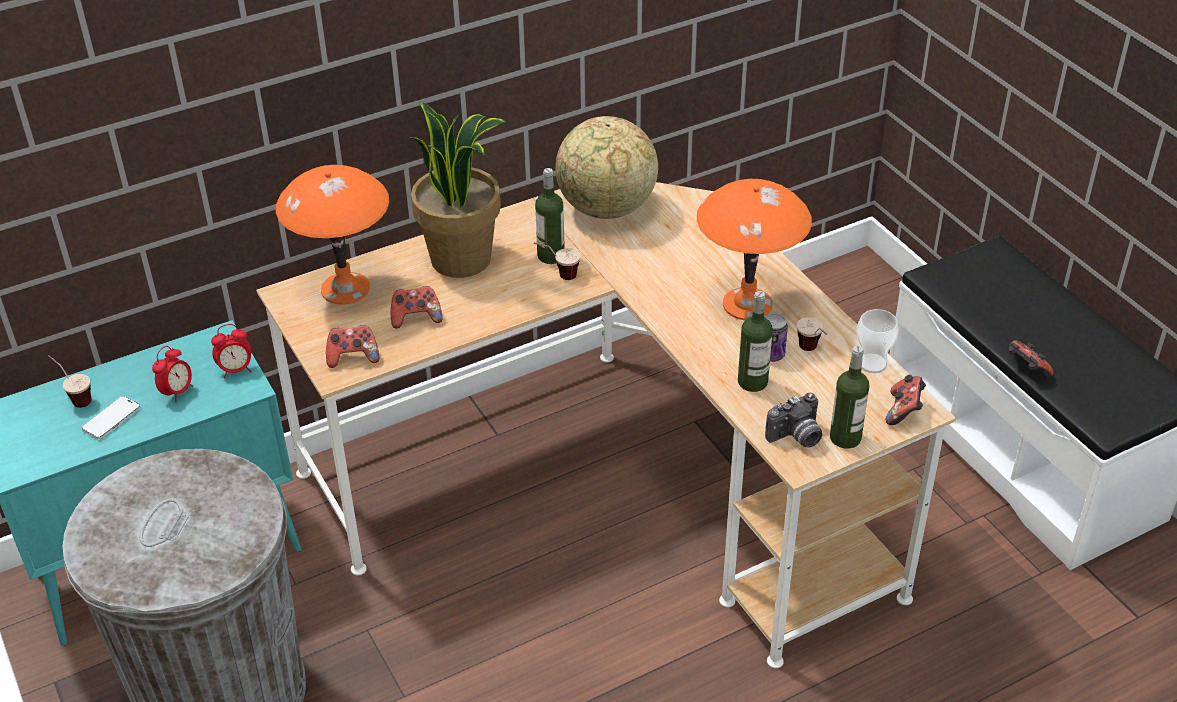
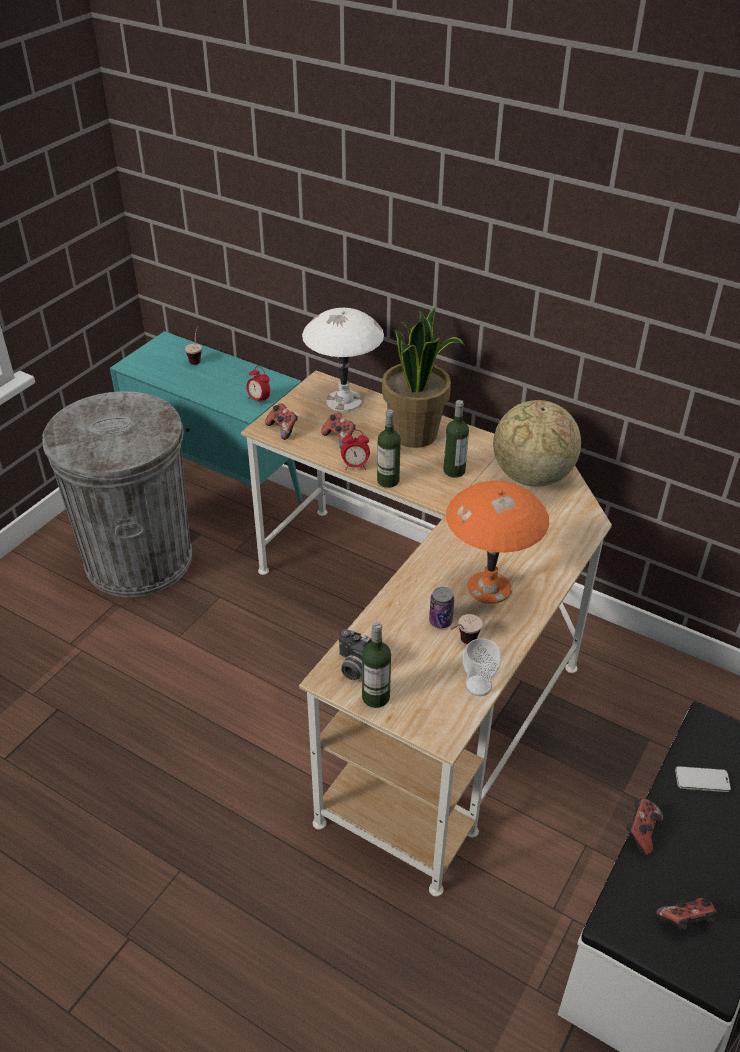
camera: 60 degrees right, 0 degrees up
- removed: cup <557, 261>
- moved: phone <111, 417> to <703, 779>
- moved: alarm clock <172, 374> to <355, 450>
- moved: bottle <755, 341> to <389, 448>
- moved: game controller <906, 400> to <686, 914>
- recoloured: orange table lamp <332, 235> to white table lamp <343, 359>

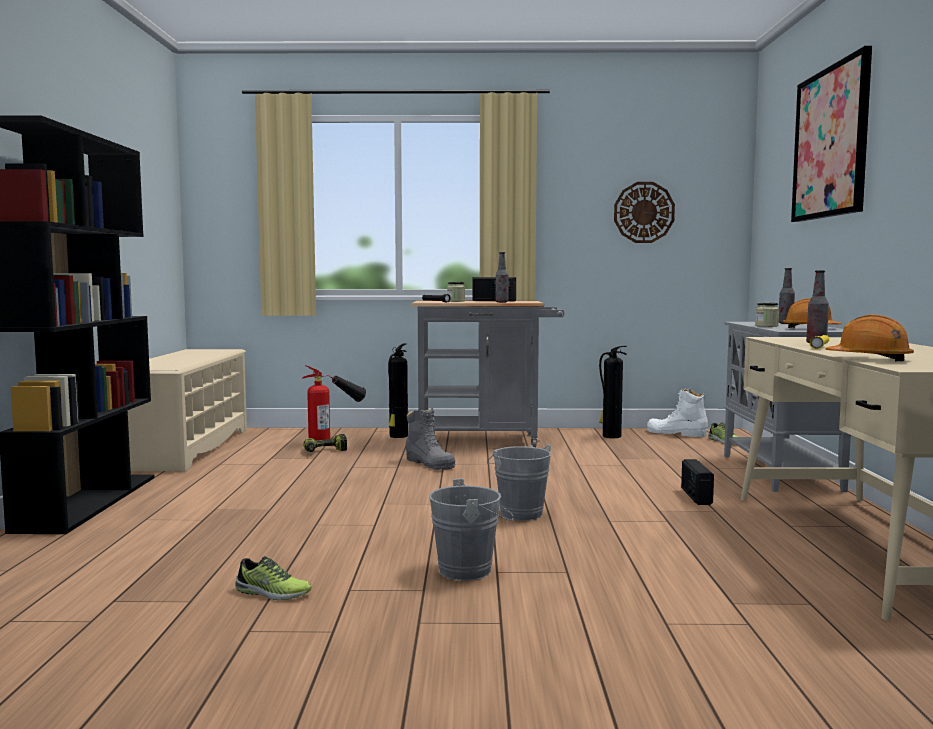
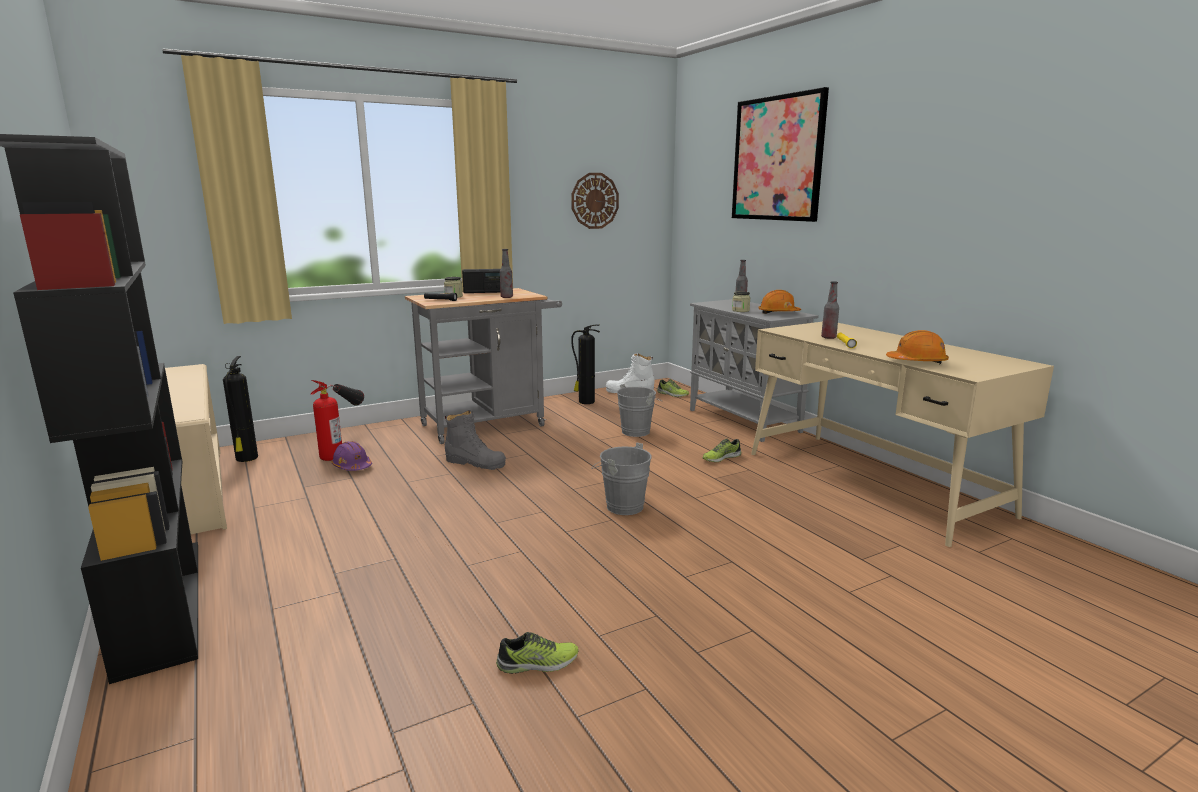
camera: 30 degrees left, 10 degrees up
- moved: fire extinguisher <398, 390> to <240, 409>
- moved: grey bucket <471, 530> to <639, 410>
- replaced: power drill <325, 443> to purple hard hat <352, 456>
- replaced: radio <697, 482> to shoe <722, 450>

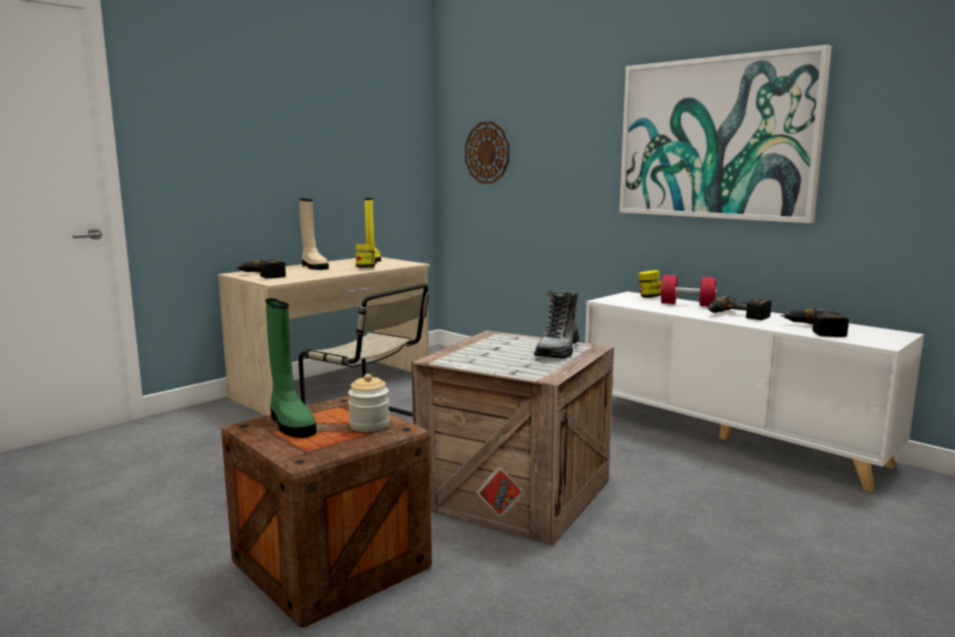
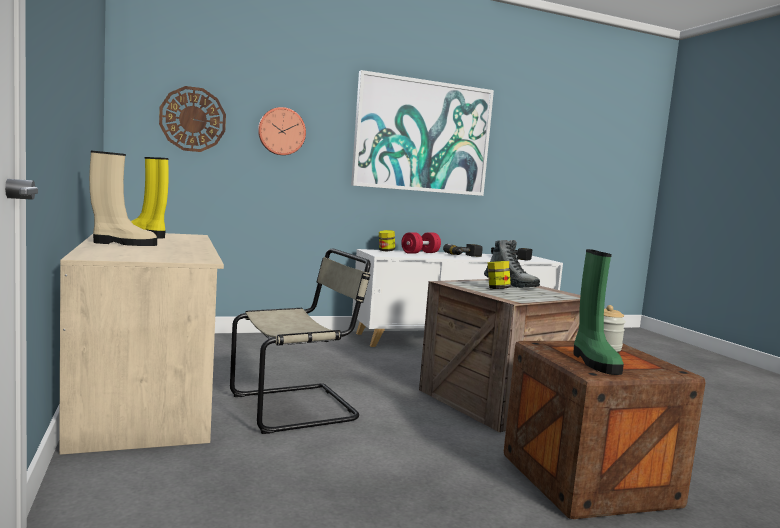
camera: 65 degrees left, 5 degrees down
- removed: power drill <260, 269>
- added: wall clock <282, 131>
- moved: jar <365, 256> to <499, 275>
- turned: green boot <291, 368> = <598, 312> 90 degrees clockwise

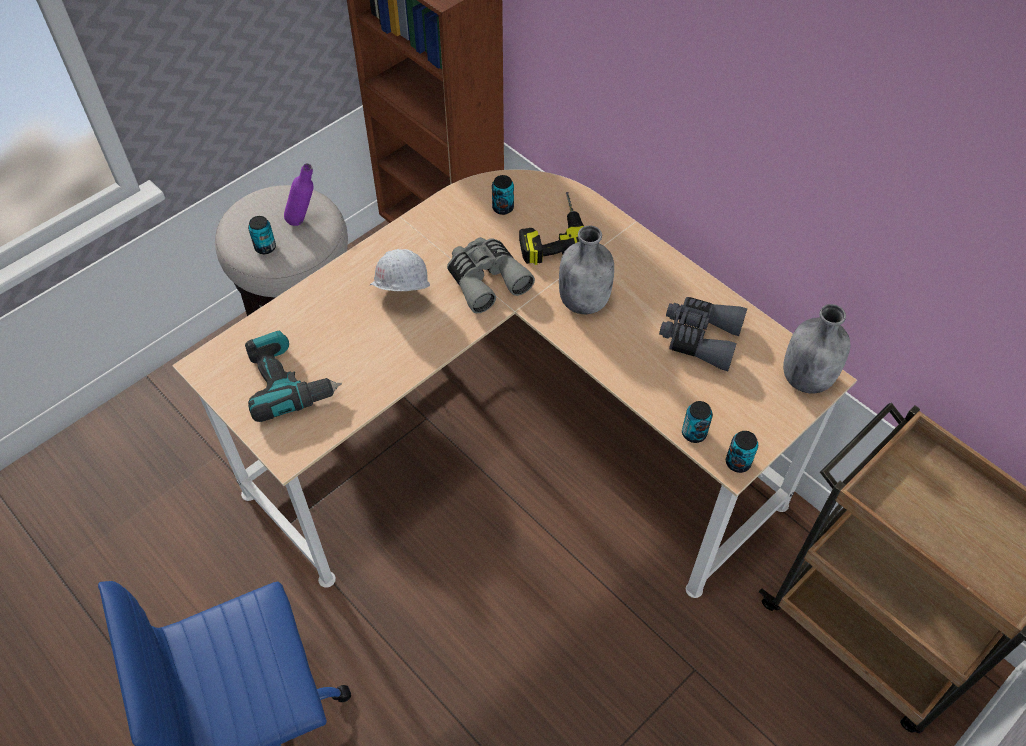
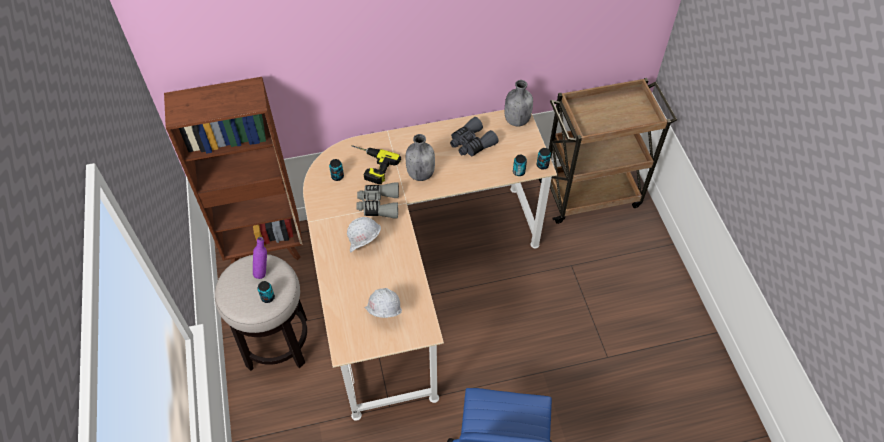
camera: 60 degrees left, 0 degrees up
- replaced: power drill <293, 376> to white hard hat <383, 303>

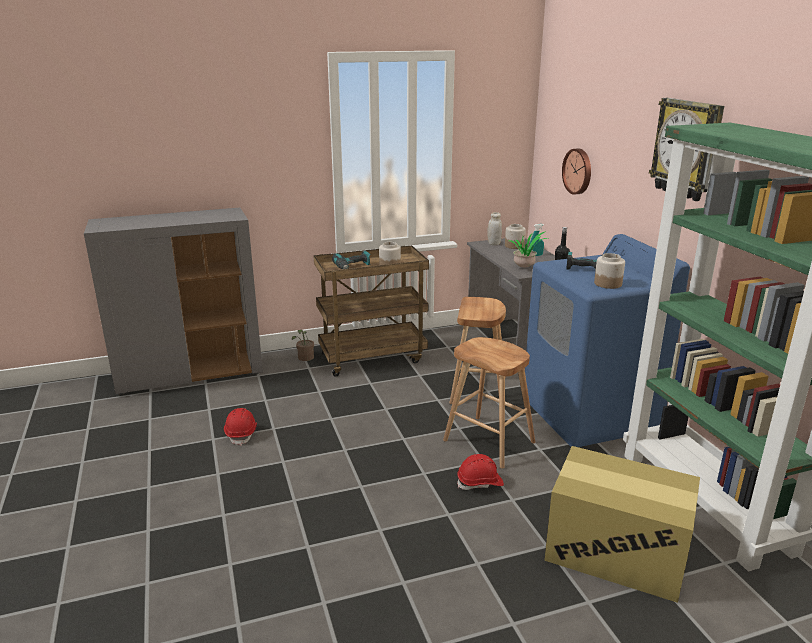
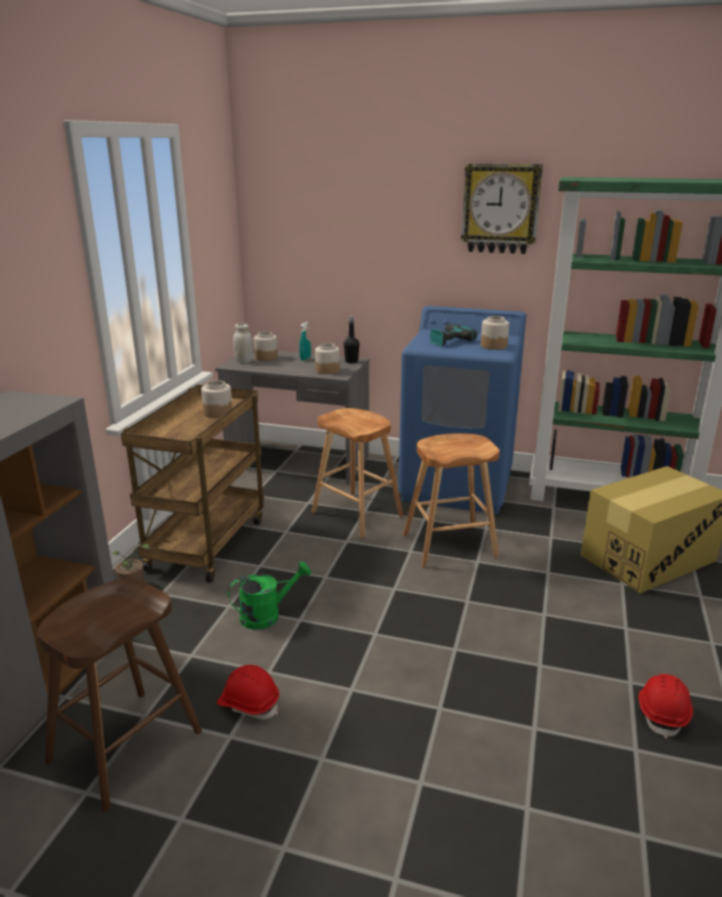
camera: 55 degrees left, 0 degrees up
- removed: power drill <351, 259>
- removed: wall clock <576, 172>
- added: brown stool <119, 695>
- added: green watering can <269, 595>
- moved: red hard hat <480, 472> to <666, 706>
- replaced: potted plant <528, 249> to jar <327, 358>

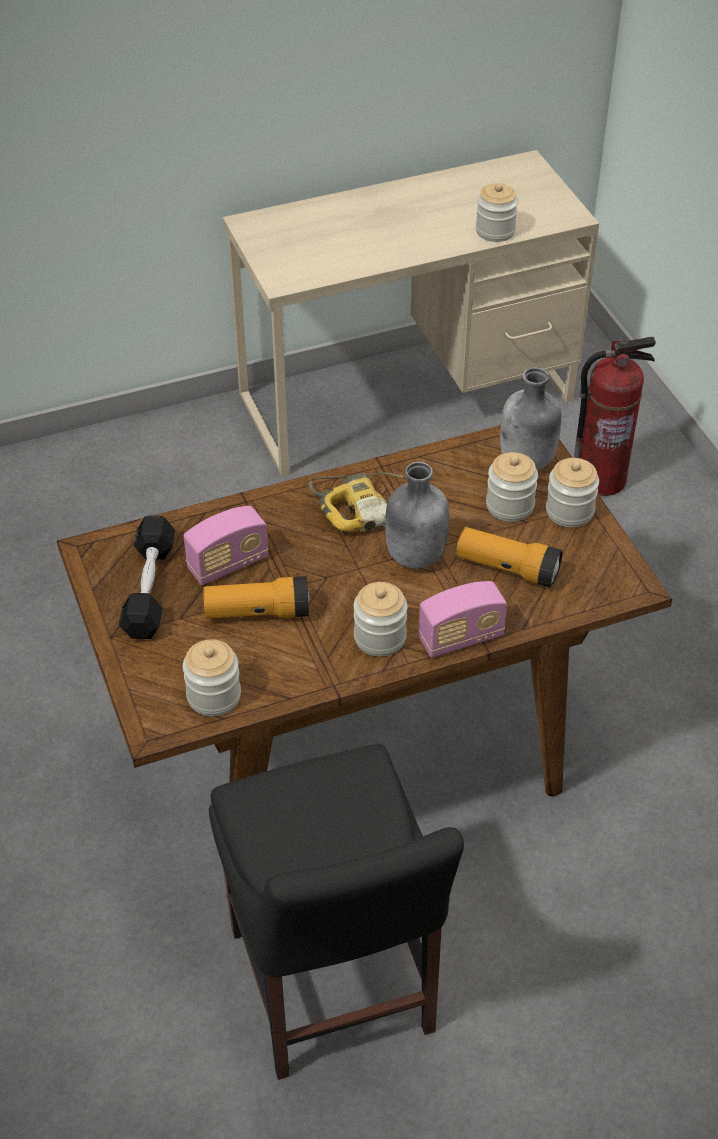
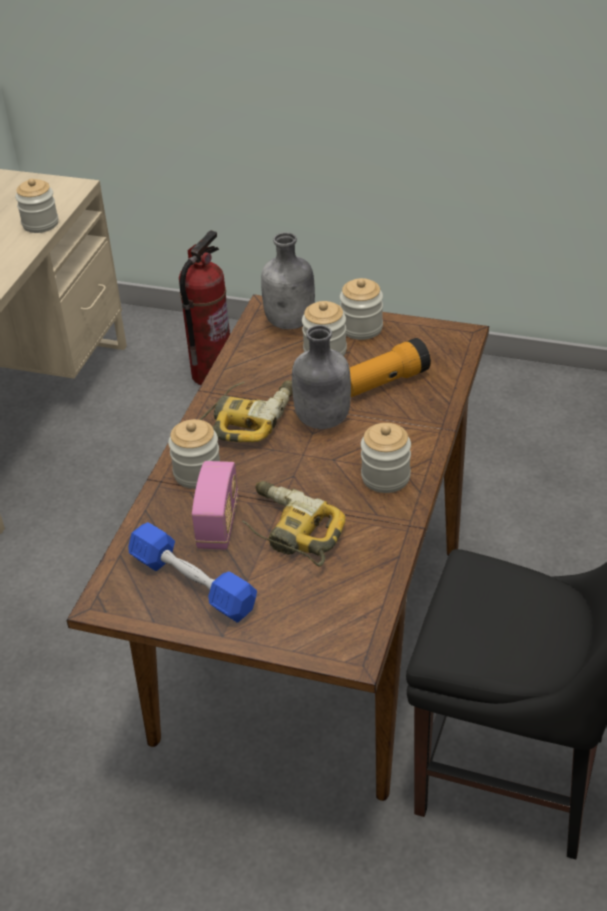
camera: 50 degrees left, 5 degrees down
- removed: radio <462, 619>
- moved: jar <212, 677> to <194, 454>
- replaced: flashlight <256, 597> to power drill <294, 524>
- recoloured: black dumbbell <147, 577> to blue dumbbell <192, 572>

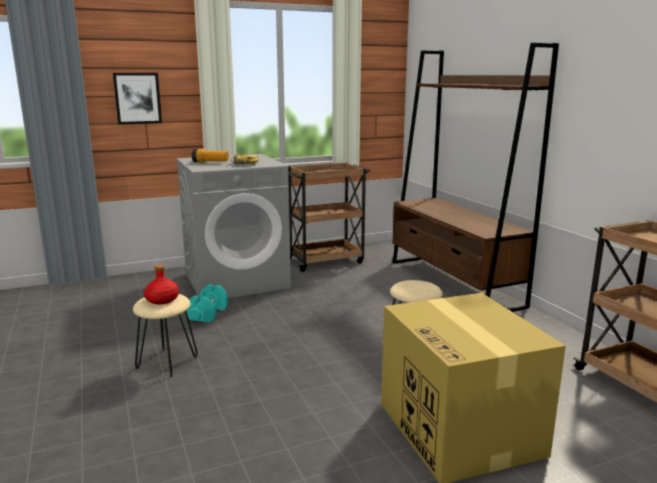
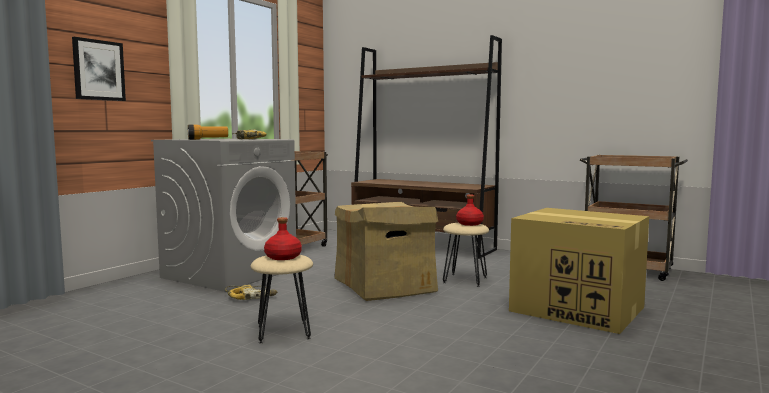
camera: 35 degrees left, 10 degrees down
- added: cardboard box <386, 251>
- added: red bottle <470, 210>
- replaced: turquoise dumbbell <207, 303> to power drill <251, 292>

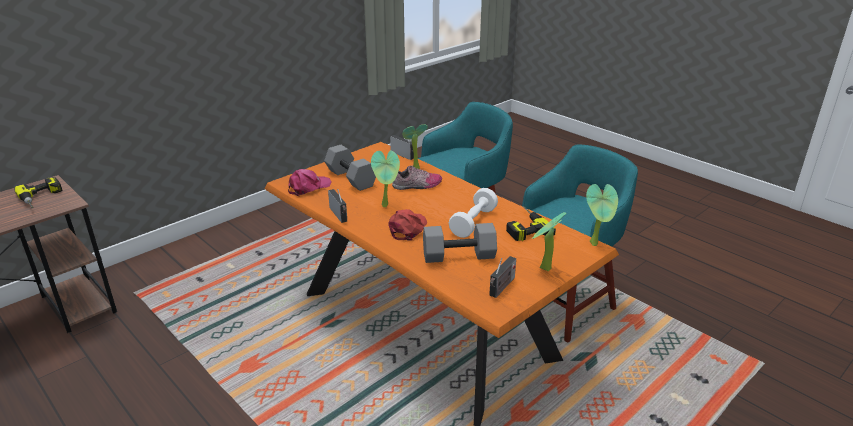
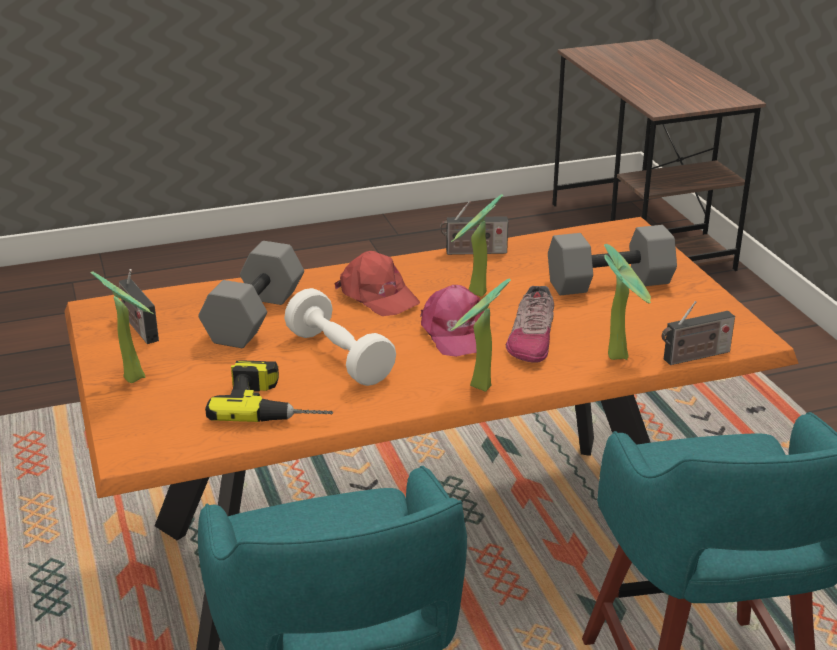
camera: 115 degrees right, 0 degrees up
- removed: power drill <38, 192>
- moved: pink cap <309, 182> to <452, 321>
- moved: potted plant <602, 215> to <481, 334>

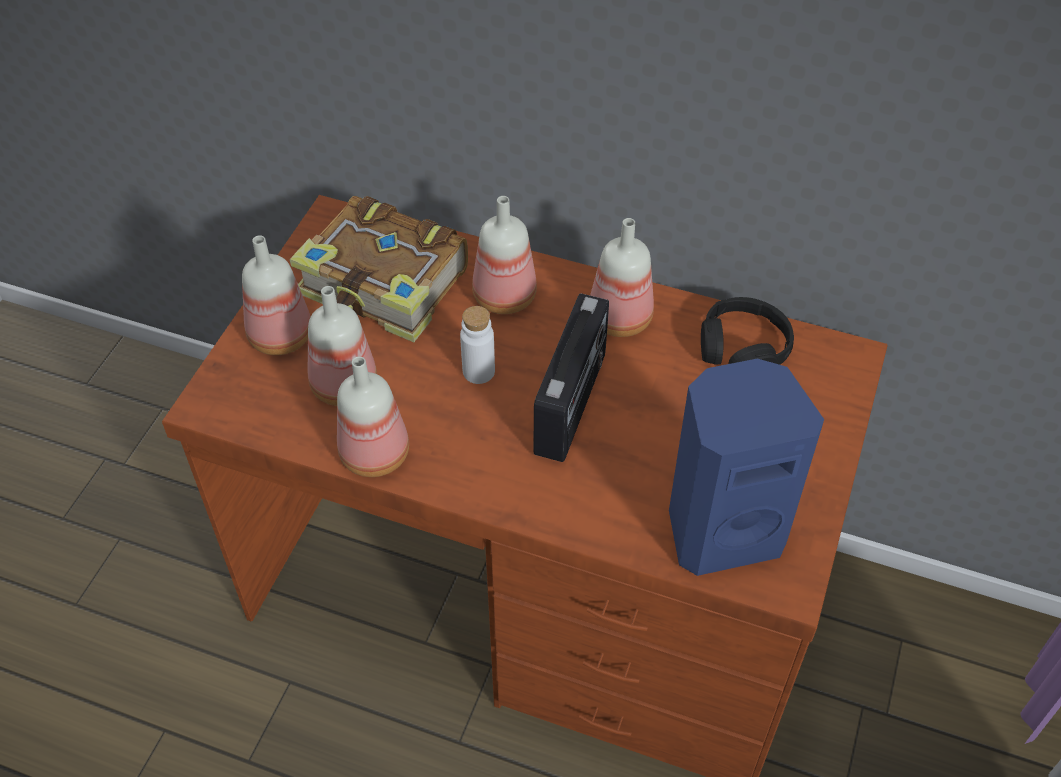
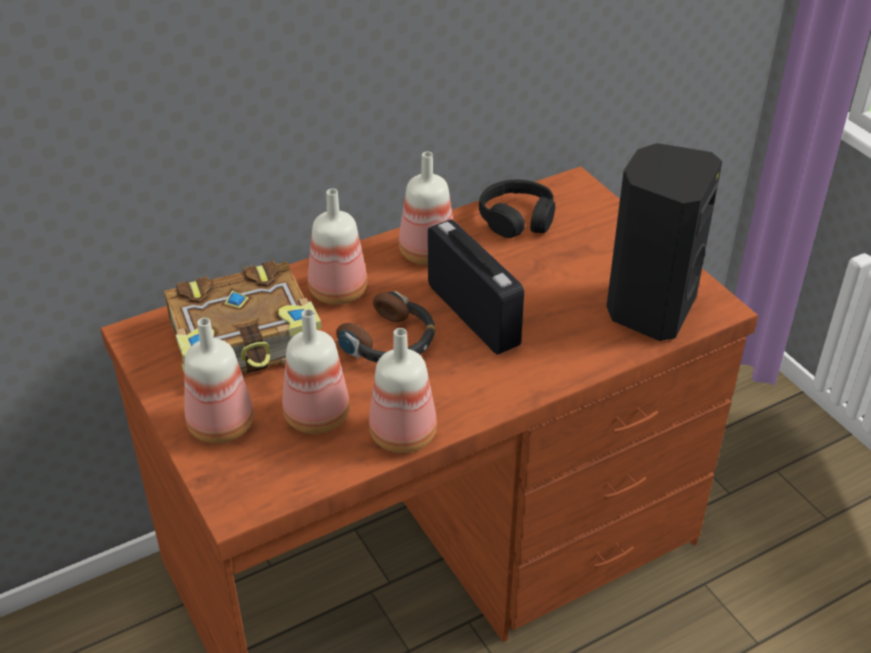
camera: 50 degrees left, 10 degrees down
- replaced: white bottle <477, 345> to headphones <385, 326>
- recoloured: blue speaker <746, 467> to black speaker <664, 242>

